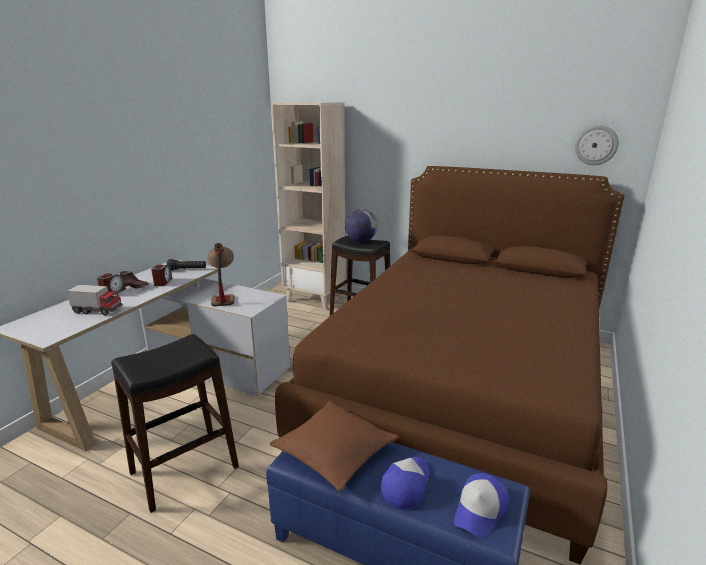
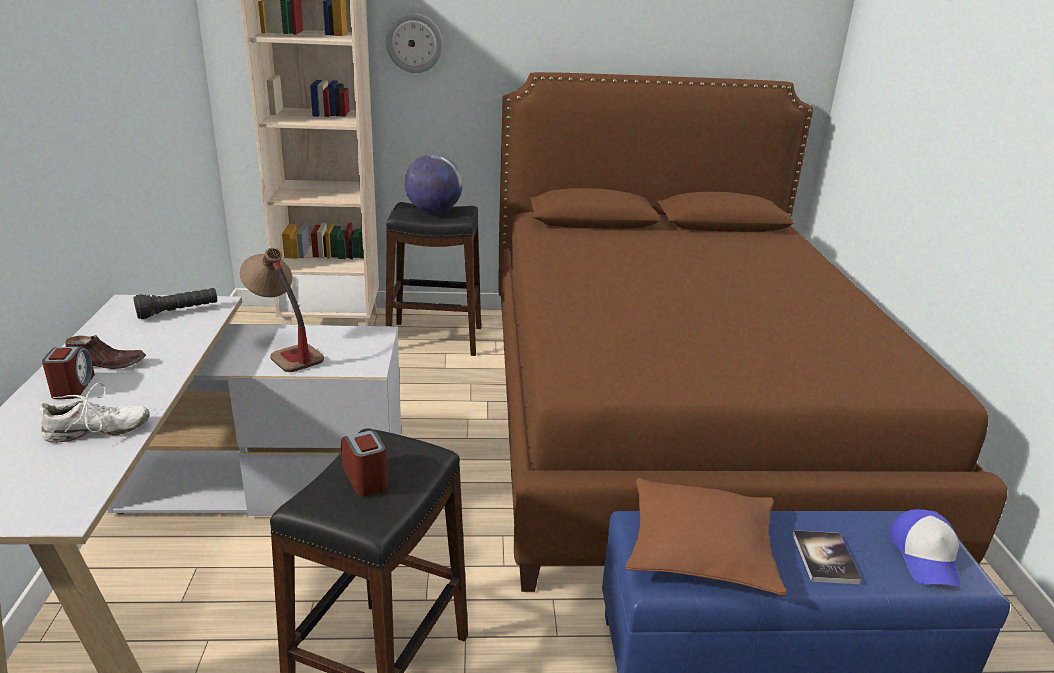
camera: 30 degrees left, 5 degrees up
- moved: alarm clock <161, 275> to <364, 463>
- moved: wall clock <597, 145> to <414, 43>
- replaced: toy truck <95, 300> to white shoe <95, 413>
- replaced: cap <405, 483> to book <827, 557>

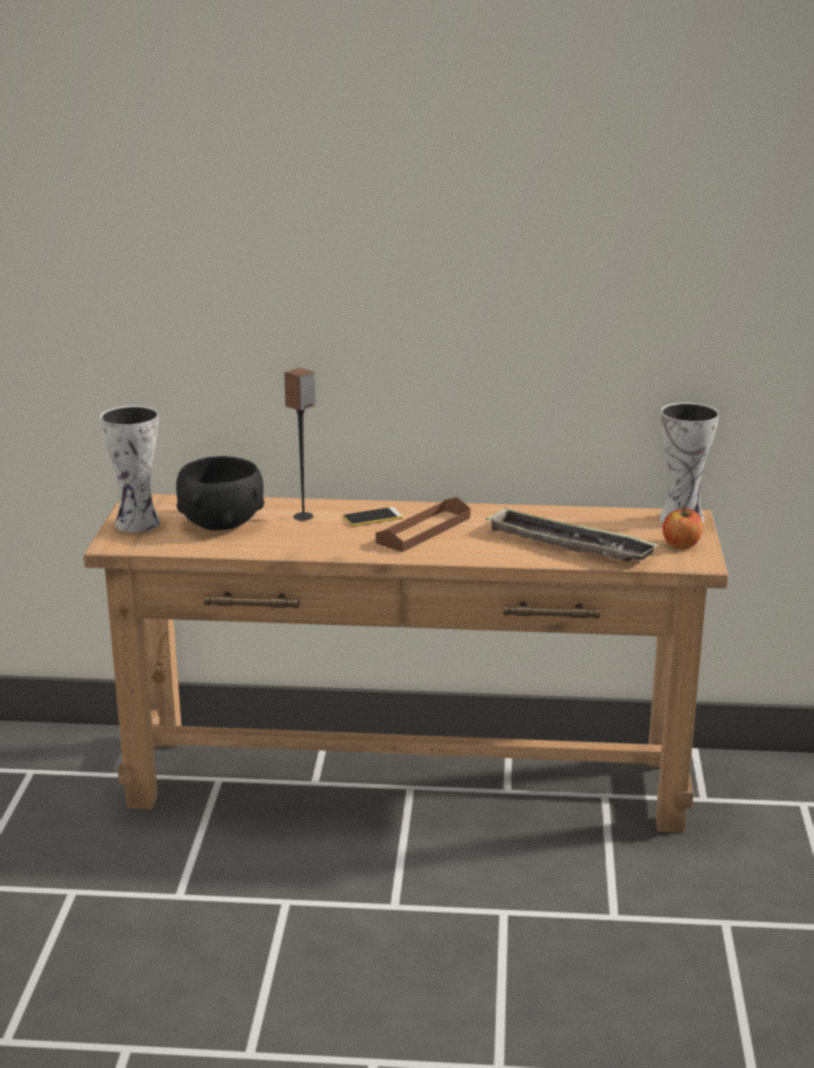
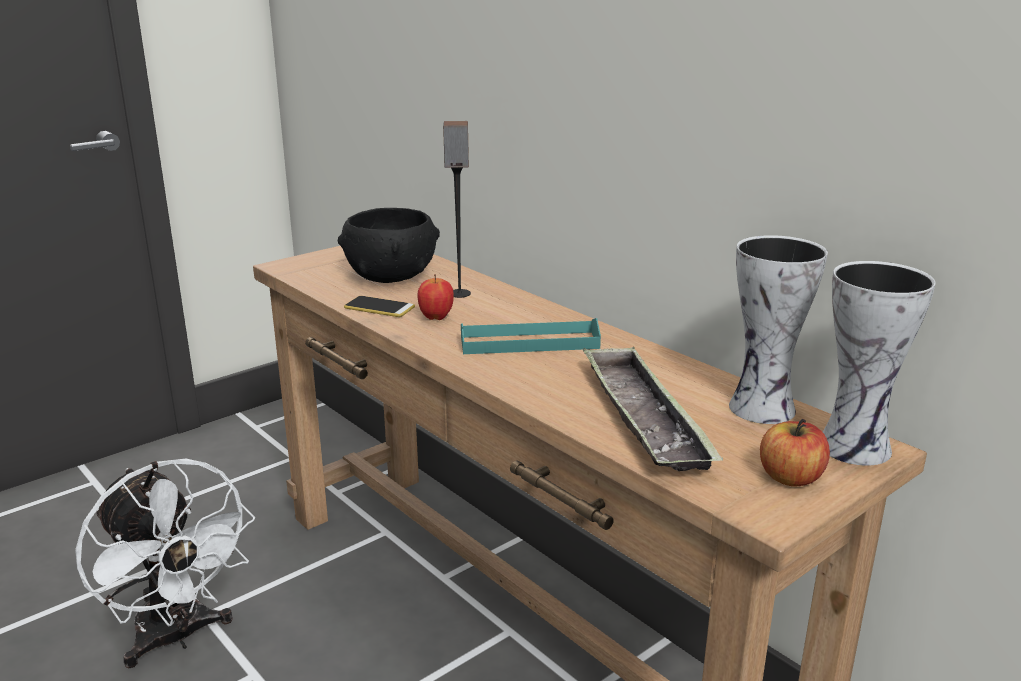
camera: 45 degrees right, 0 degrees up
- added: white fan <165, 564>
- added: apple <435, 297>
- moved: vase <130, 469> to <778, 329>
- moved: phone <373, 517> to <379, 306>
- recoloured: brown tray <423, 524> to turquoise tray <531, 336>

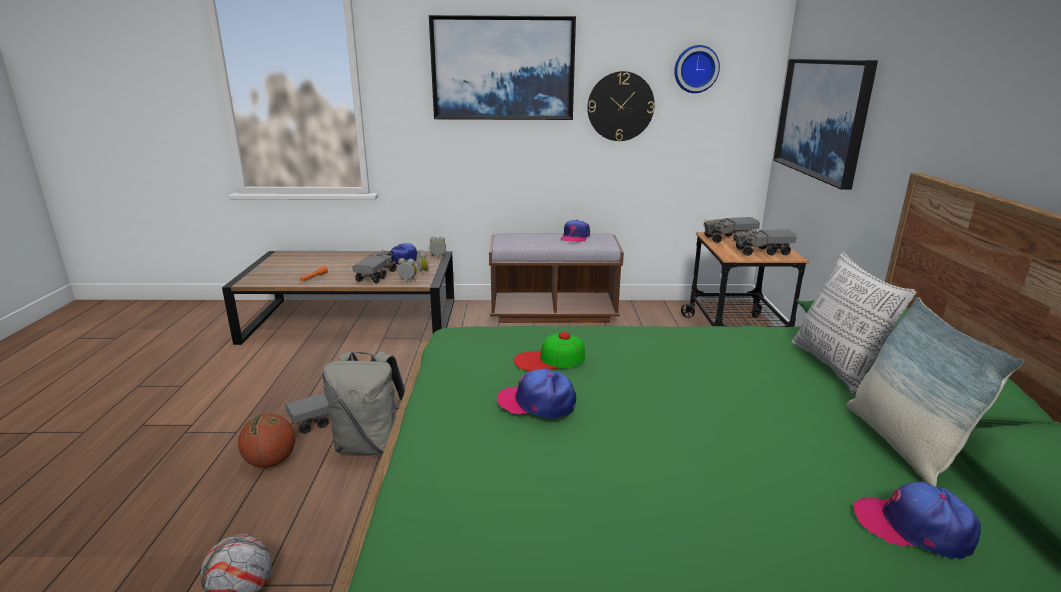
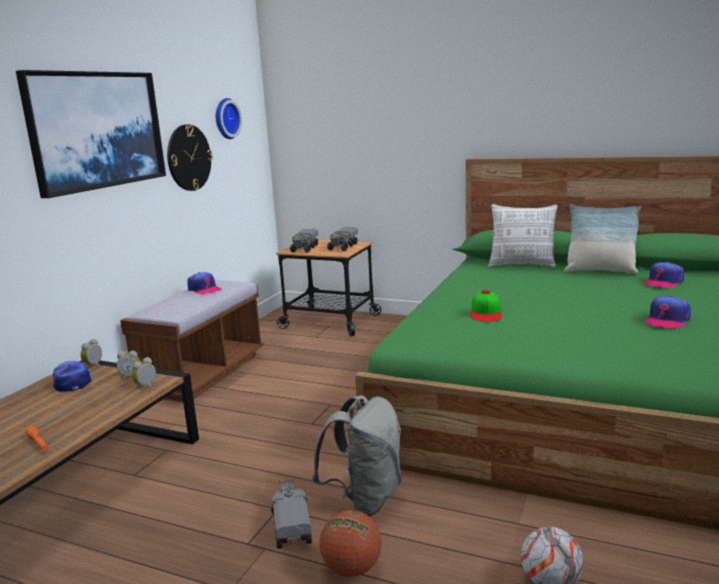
camera: 65 degrees left, 5 degrees down
- removed: toy truck <374, 266>
- removed: picture <825, 124>
- moved: cap <536, 394> to <667, 312>

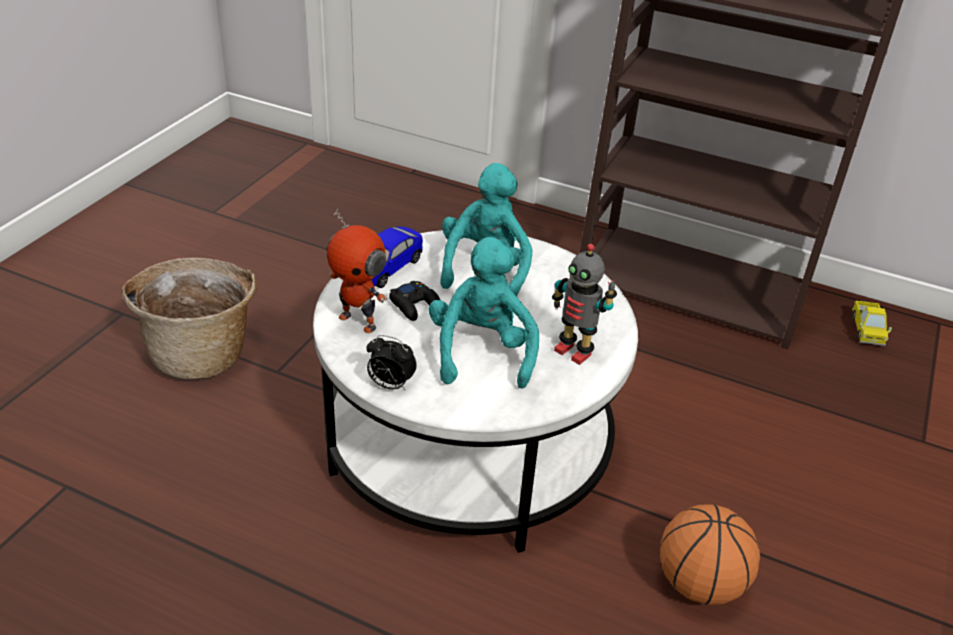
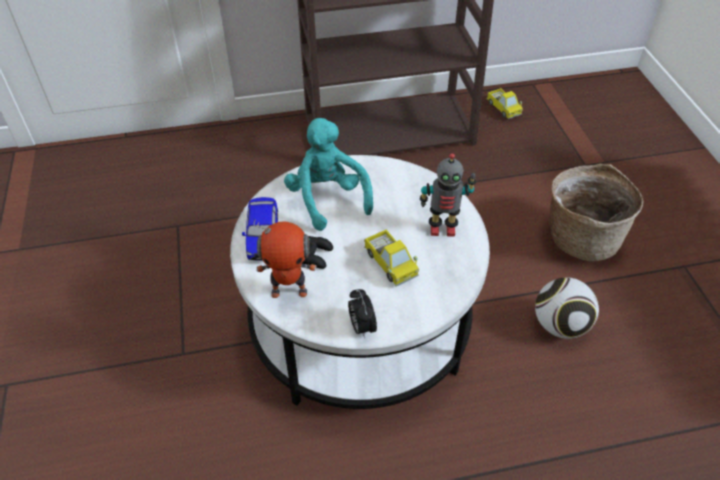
camera: 35 degrees left, 10 degrees up
- moved: basket <189, 318> to <596, 213>
- replaced: turquoise plush toy <484, 313> to toy truck <391, 258>
- replaced: basketball <710, 555> to football <567, 308>
- turned: alarm clock <391, 363> = <362, 313> 90 degrees clockwise

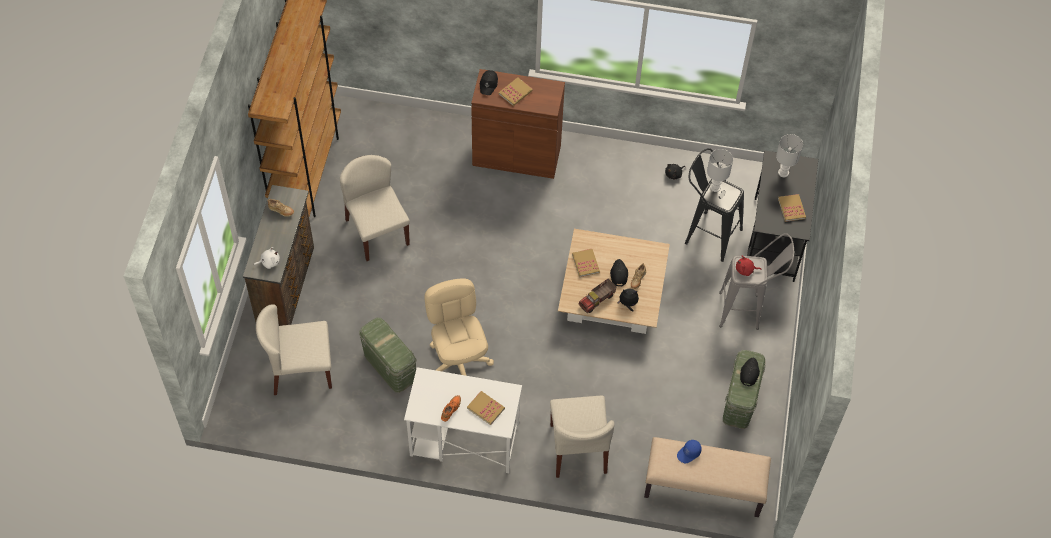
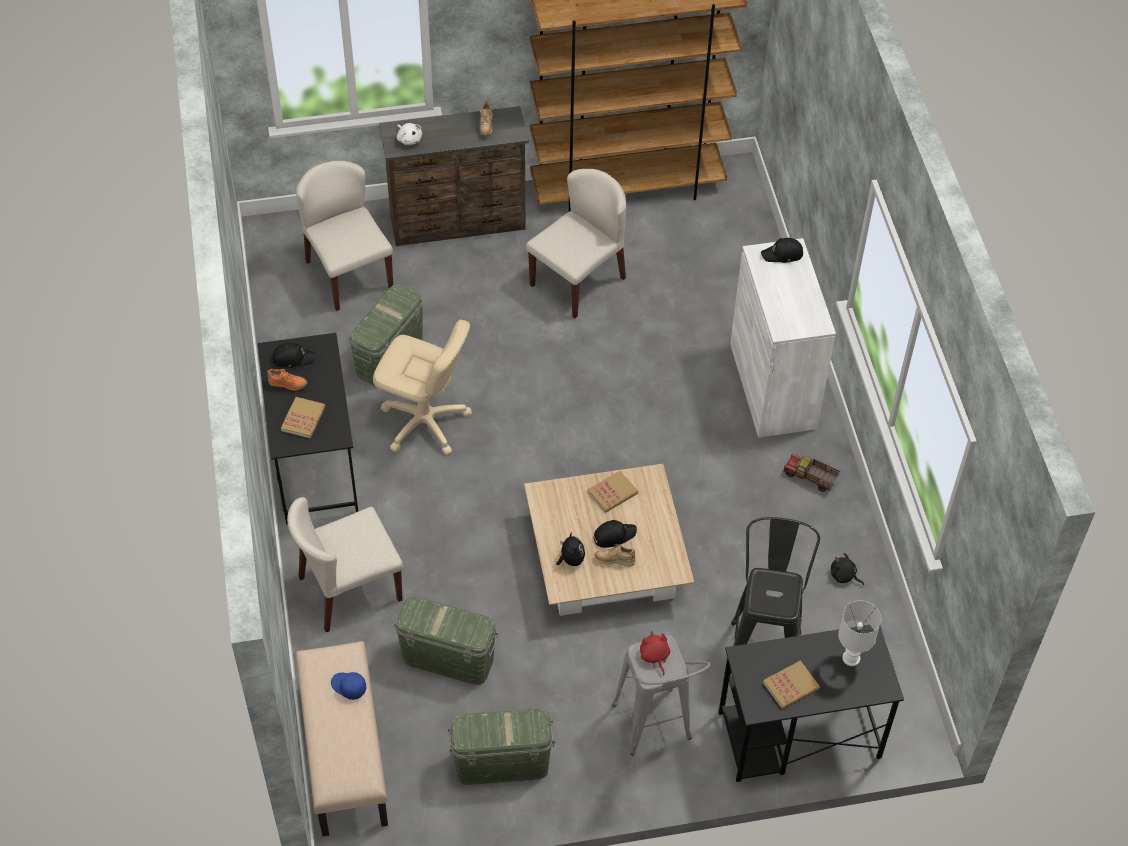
camera: 70 degrees right, 5 degrees down
- removed: book <516, 91>
- removed: white table lamp <720, 170>
- added: green storage box <446, 641>
- moved: toy truck <598, 295> to <811, 473>
- moved: black cap <750, 372> to <294, 355>
- recoloured: white desk <463, 420> to black desk <307, 428>
- recoloured: brown cabinet <518, 124> to white cabinet <783, 338>
- turned: beige office chair <459, 327> = <422, 387> 60 degrees clockwise

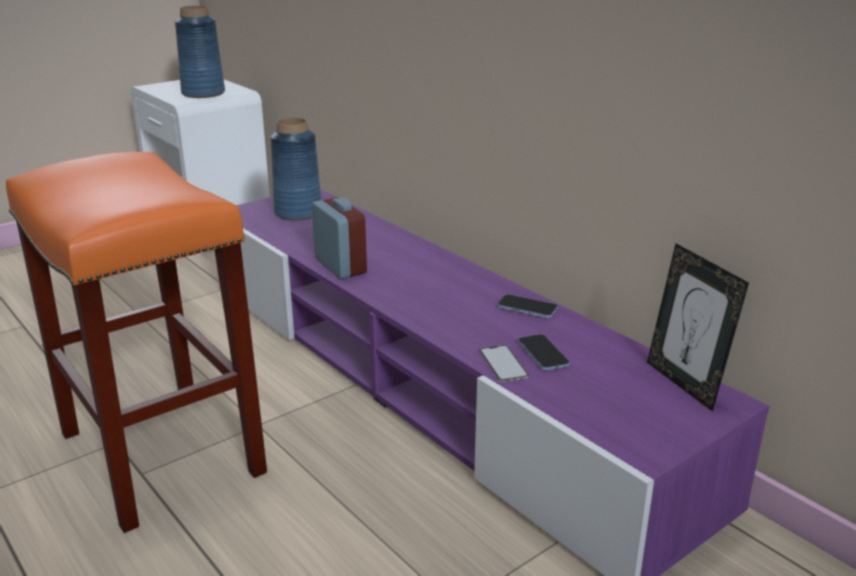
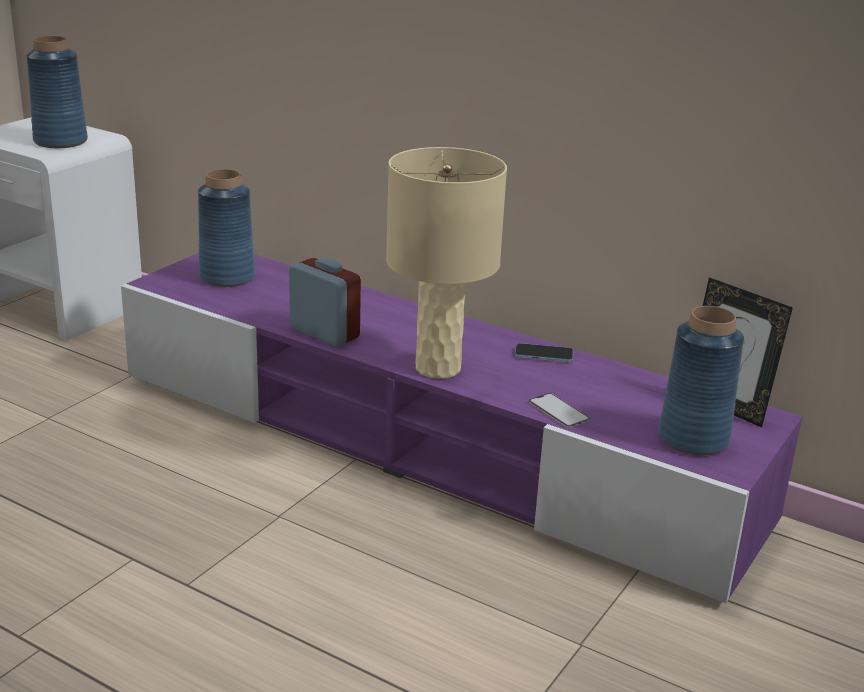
camera: 20 degrees left, 0 degrees up
- removed: orange stool <136, 342>
- removed: phone <544, 352>
- added: beige table lamp <446, 263>
- added: blue vase <701, 381>

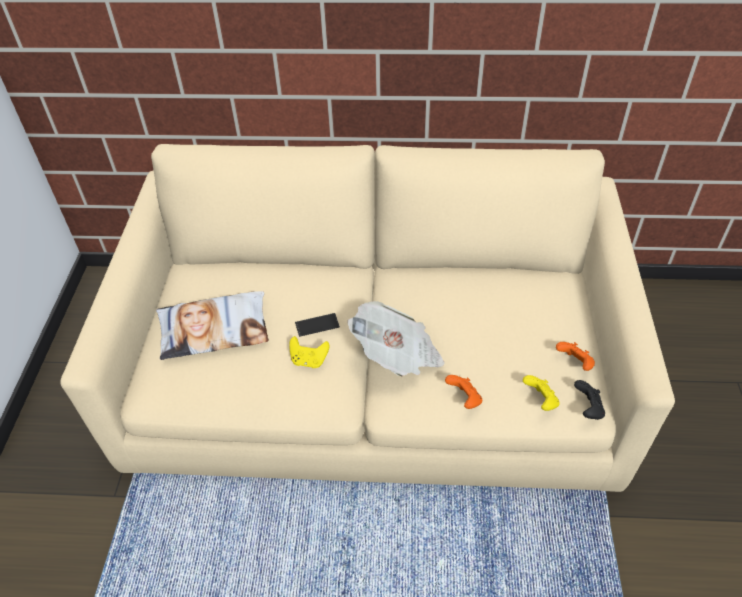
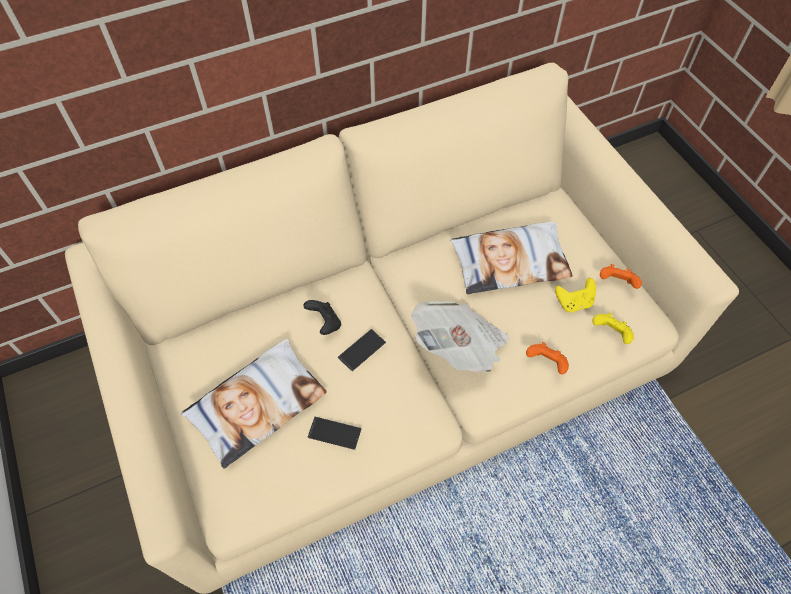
camera: 30 degrees left, 10 degrees up
- added: phone <334, 433>
- added: pillow <511, 258>
- moved: yellow game controller <309, 352> to <575, 295>
- moved: black game controller <589, 400> to <322, 317>

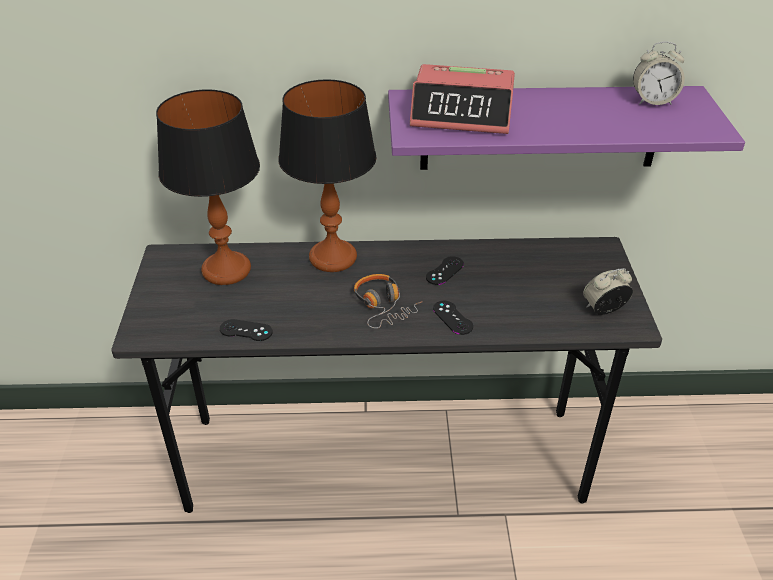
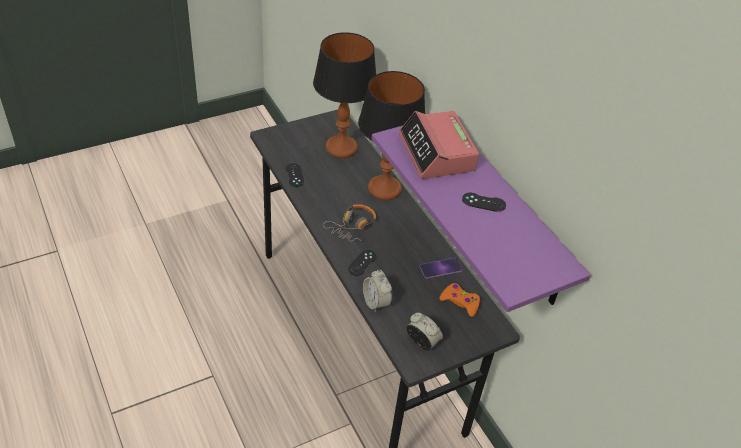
camera: 60 degrees right, 5 degrees up
- added: phone <441, 268>
- added: orange game controller <459, 300>
- moved: black game controller <445, 270> to <484, 202>
- moved: alarm clock <659, 73> to <377, 291>

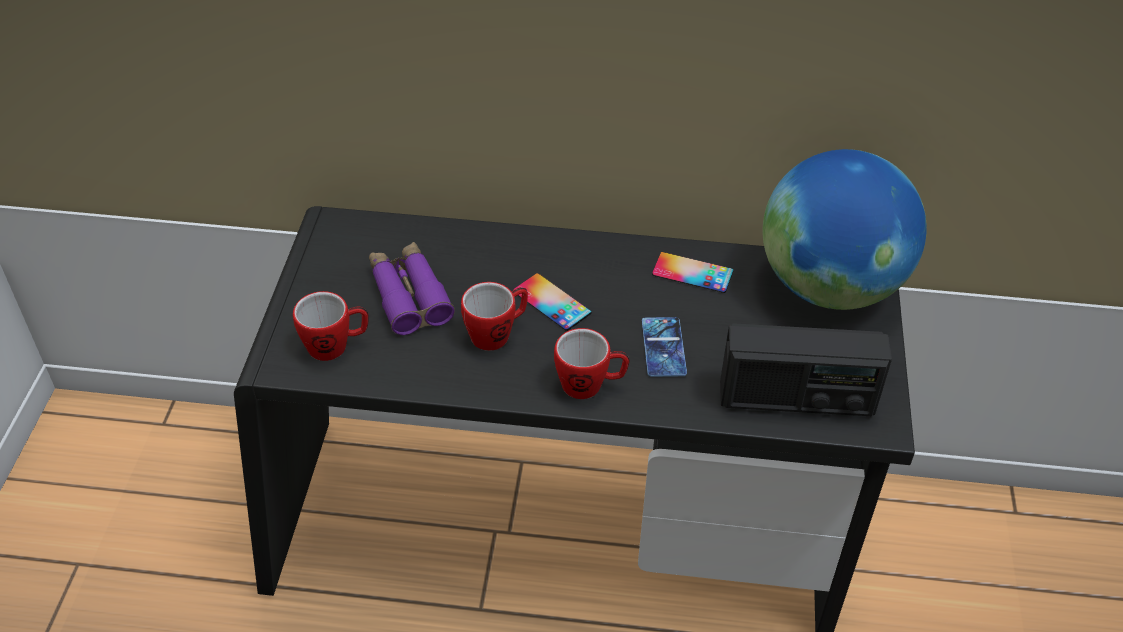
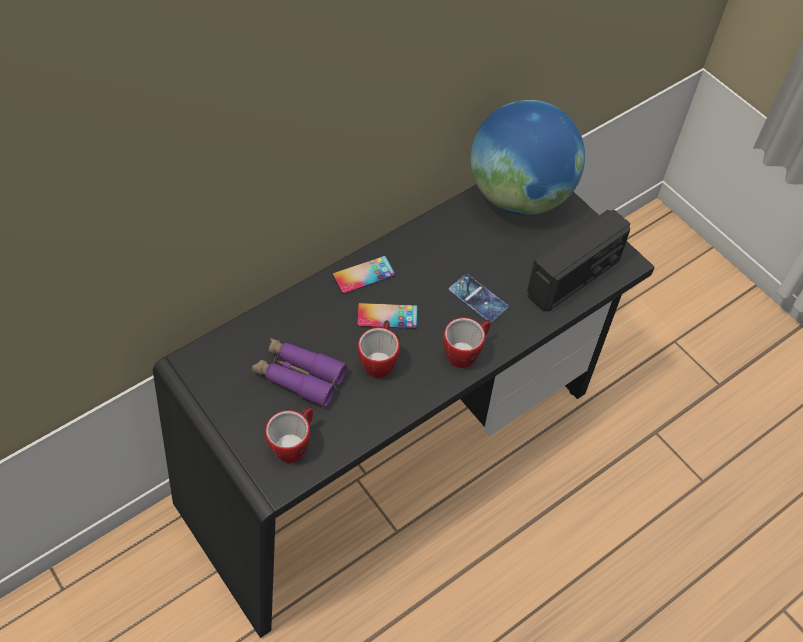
camera: 45 degrees left, 10 degrees up
- moved: phone <692, 272> to <364, 275>

